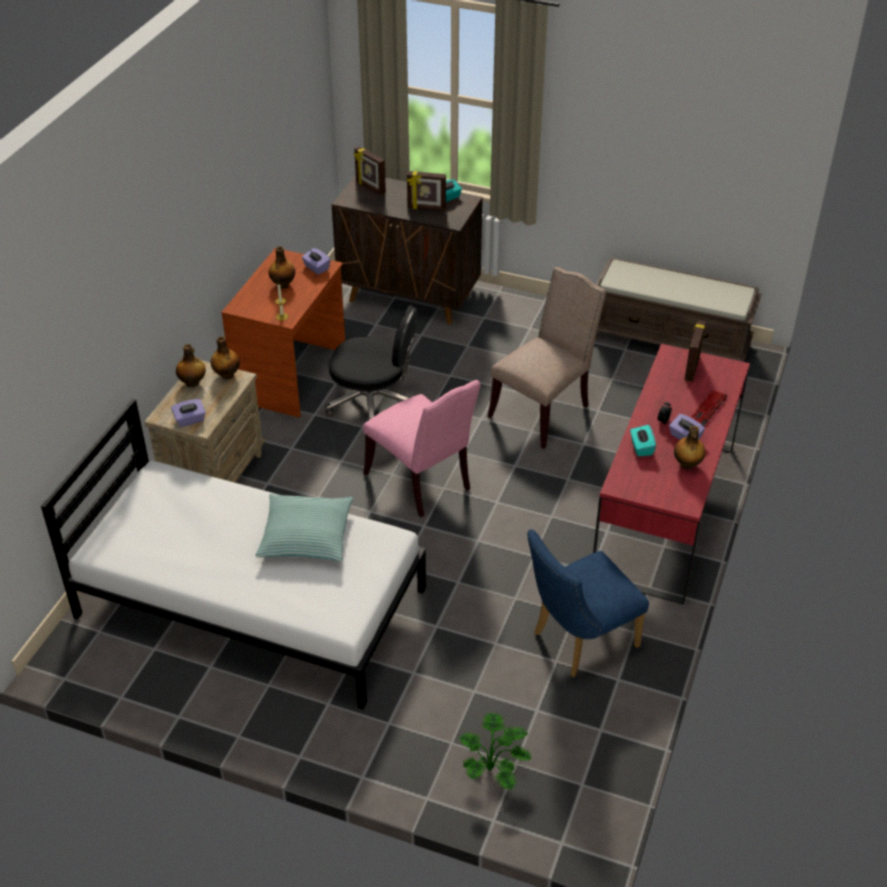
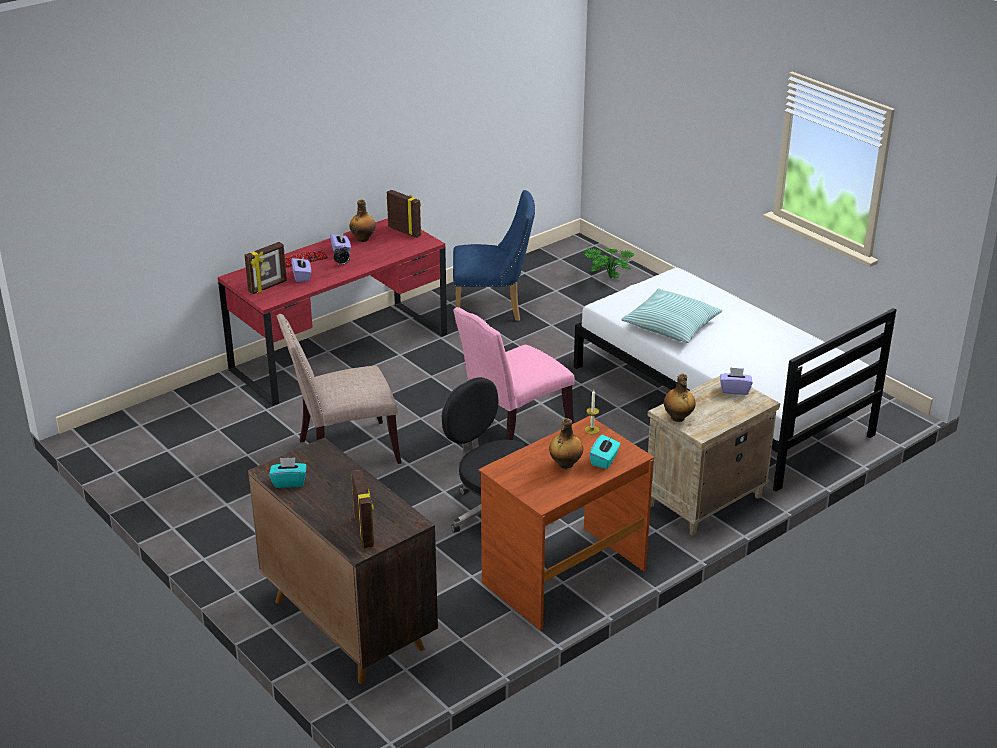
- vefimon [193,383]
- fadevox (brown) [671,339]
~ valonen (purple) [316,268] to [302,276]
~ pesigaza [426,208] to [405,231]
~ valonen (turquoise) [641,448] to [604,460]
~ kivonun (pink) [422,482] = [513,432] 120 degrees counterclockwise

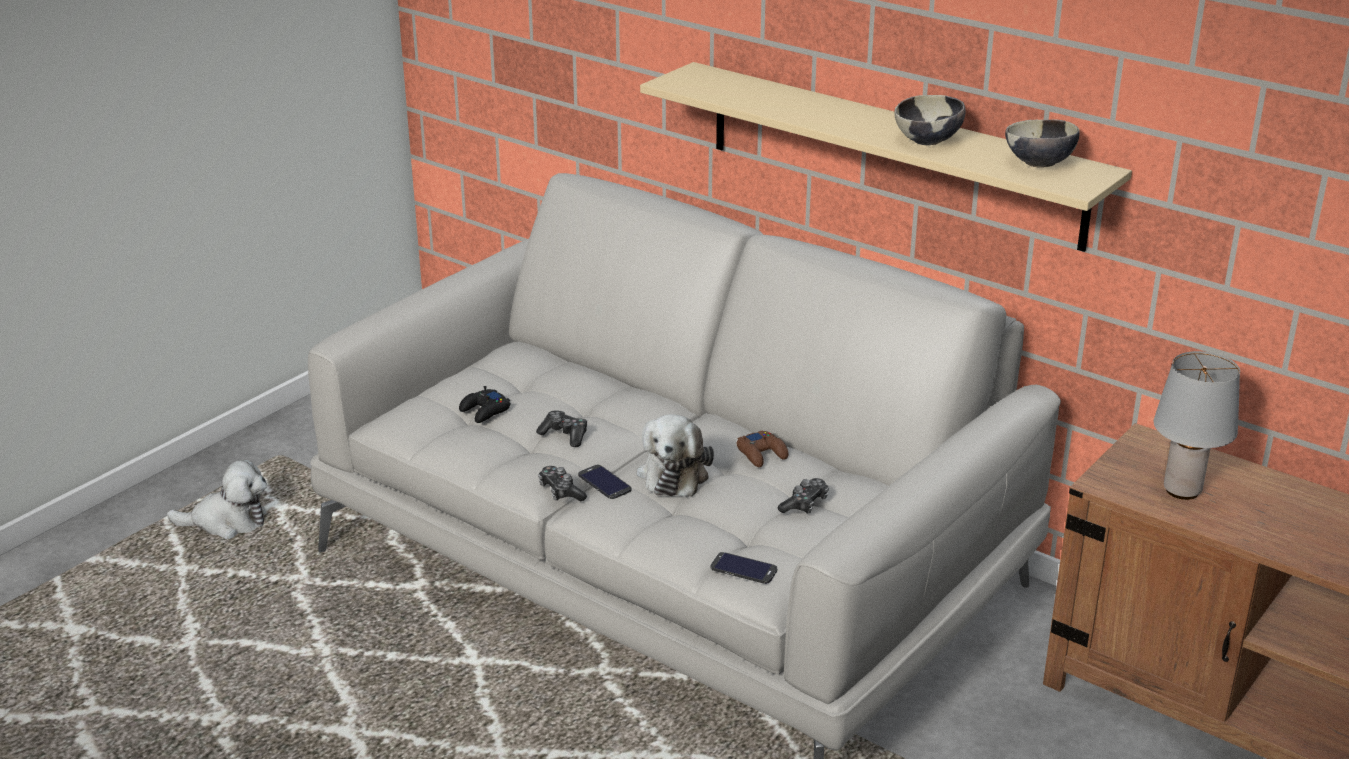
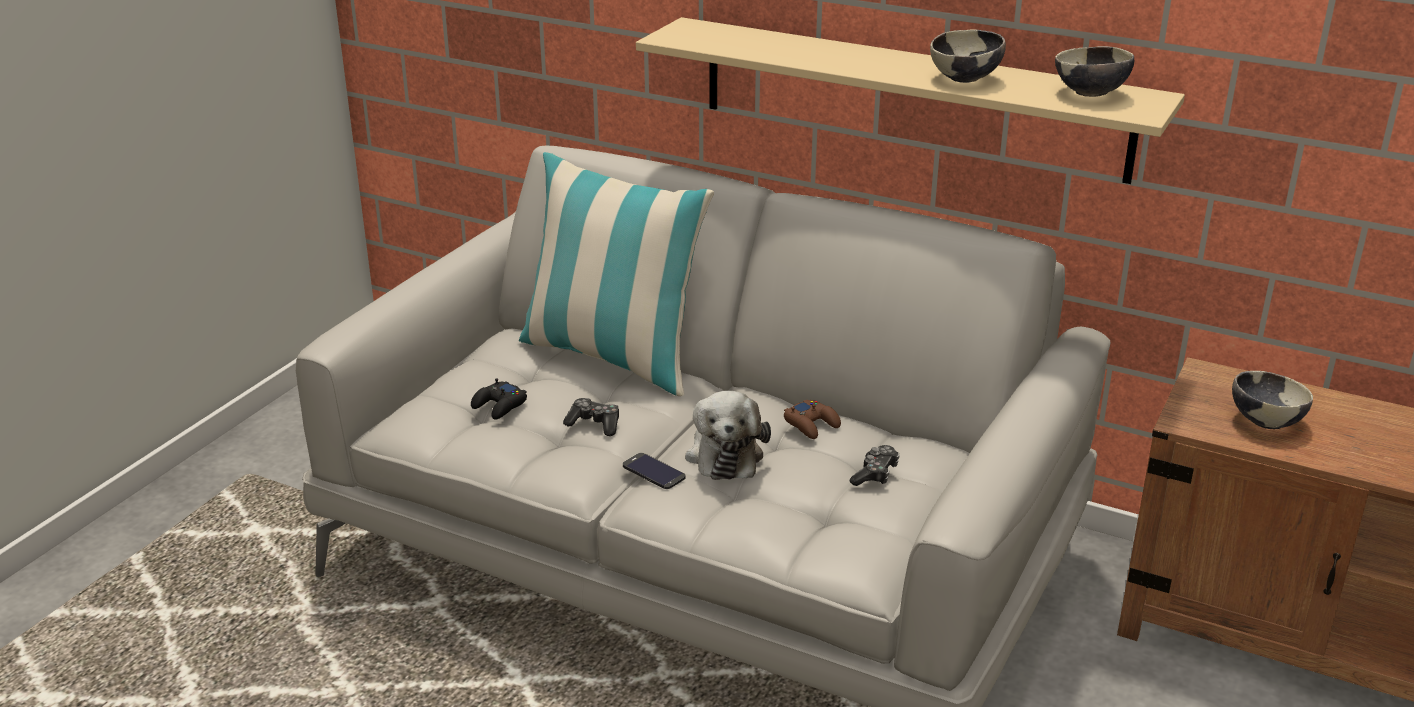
- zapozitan [227,522]
- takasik [561,492]
- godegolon [743,569]
+ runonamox [613,356]
~ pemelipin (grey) [1182,490] to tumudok [1264,421]

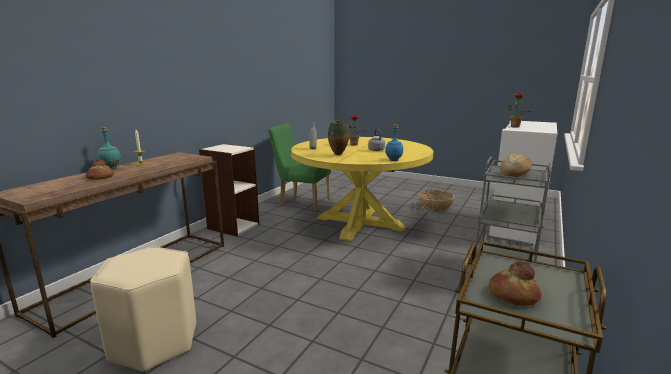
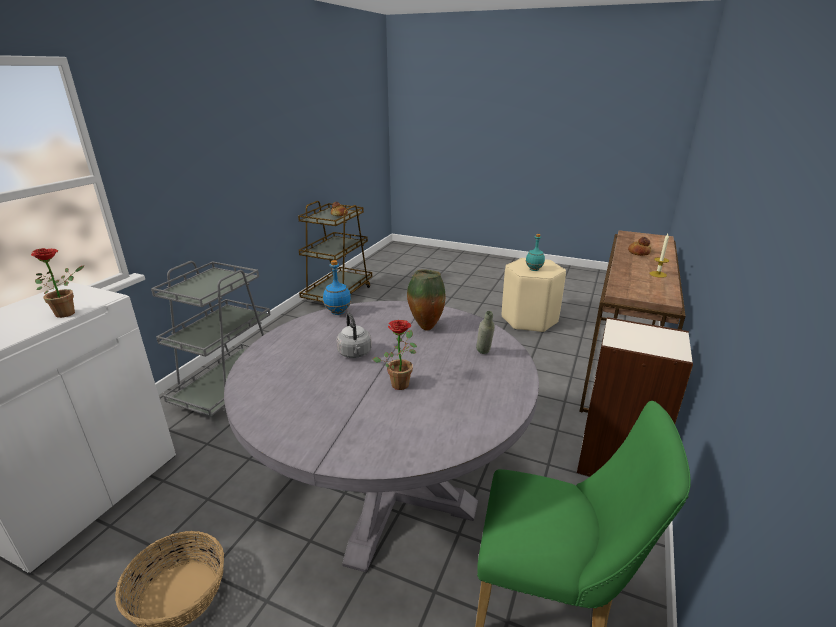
- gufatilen [514,174]
~ vefimon (turquoise) [111,168] to [533,270]
~ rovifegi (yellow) [359,223] to rovifegi (grey) [389,491]

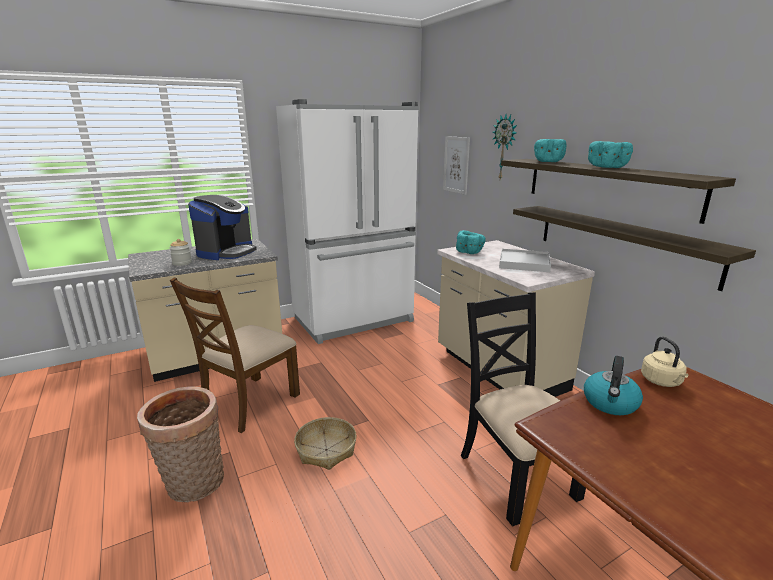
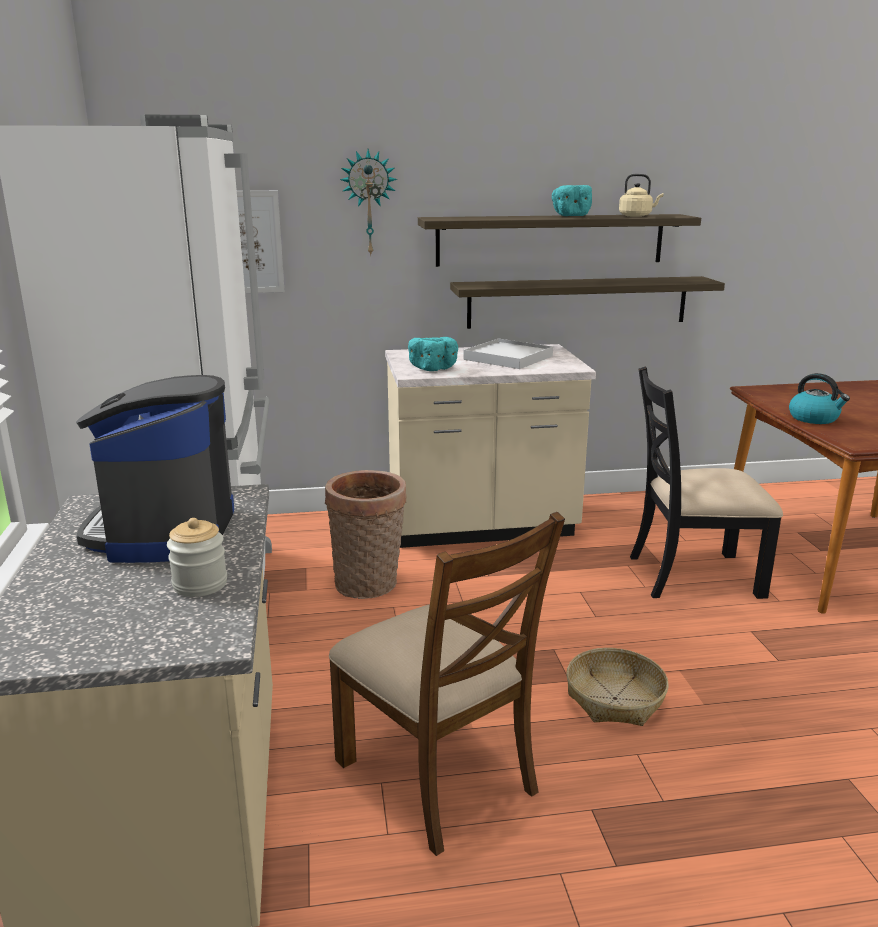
- tumudok (turquoise) [547,162]
~ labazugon [193,485] to [369,585]
~ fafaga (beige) [662,382] to [637,216]
~ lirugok [227,252] = [164,530] 135 degrees counterclockwise

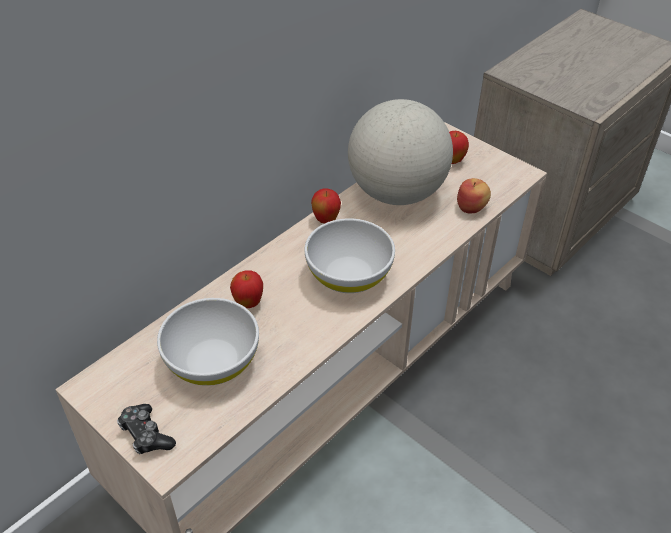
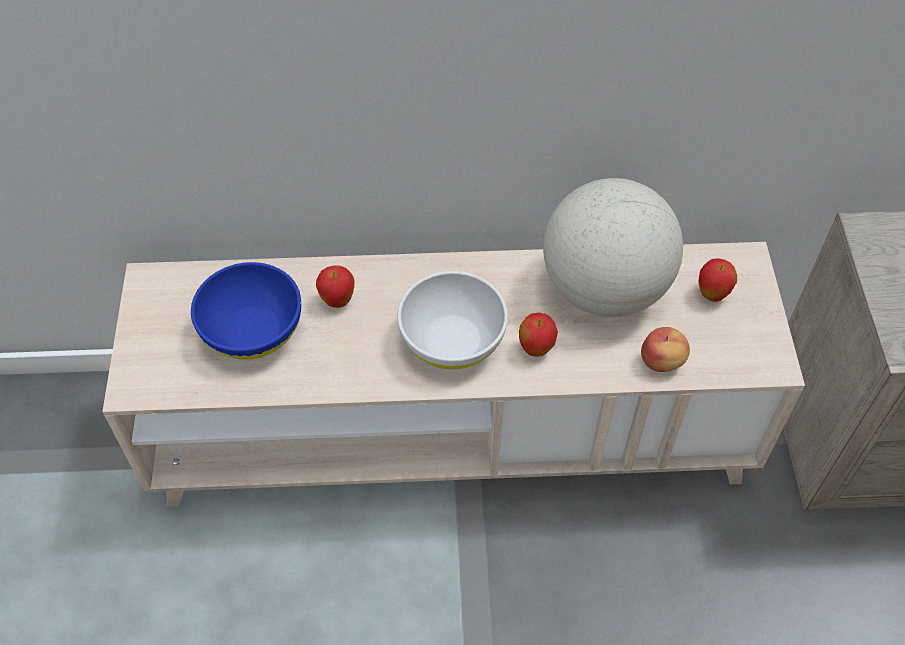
- takasik [146,435]
~ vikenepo [326,220] to [536,349]
~ tumudok (white) [212,361] to tumudok (blue) [252,330]

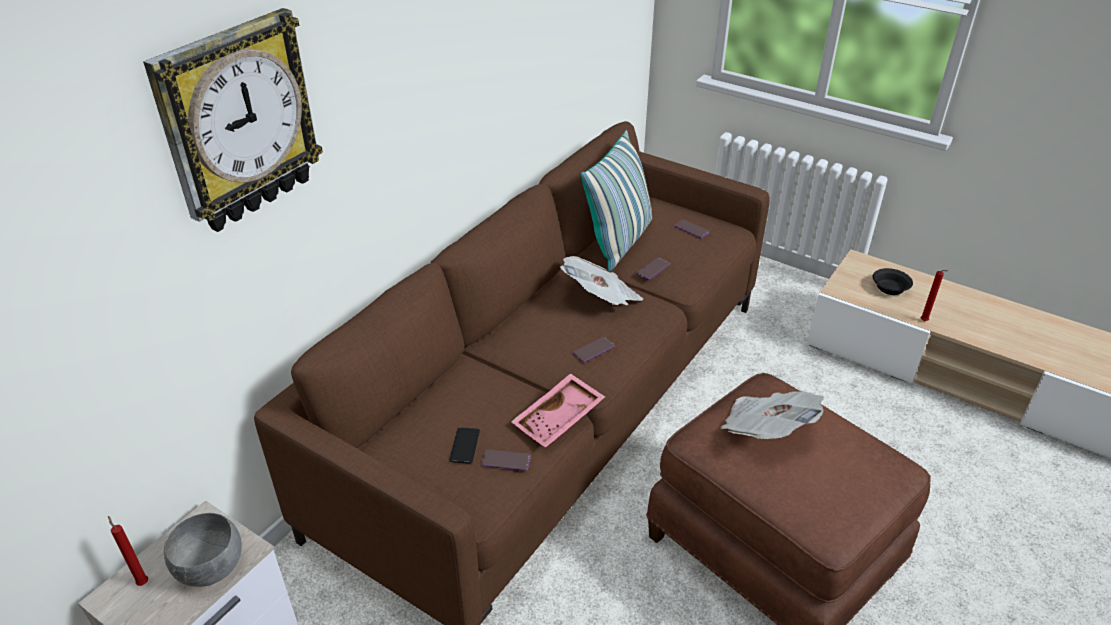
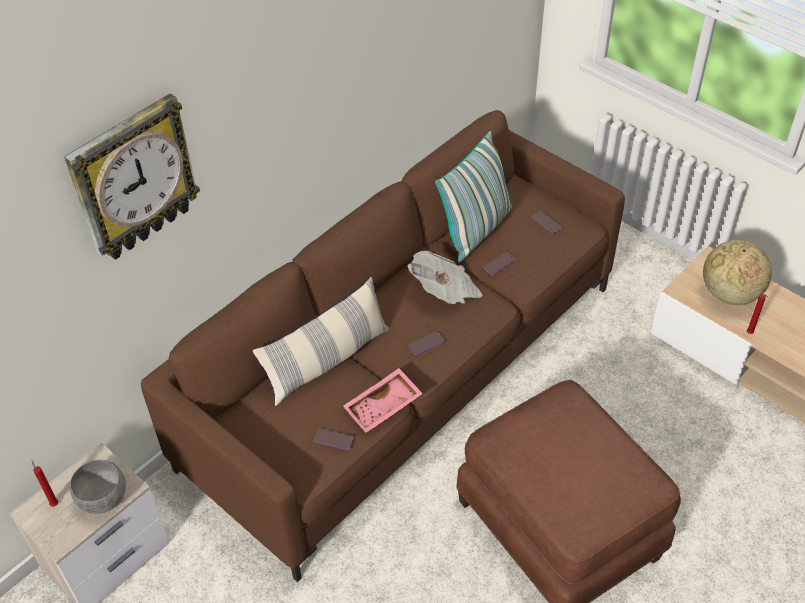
- godegolon [464,446]
- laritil [766,430]
+ runonamox [327,361]
~ tumudok (black) [889,288] to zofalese [729,294]

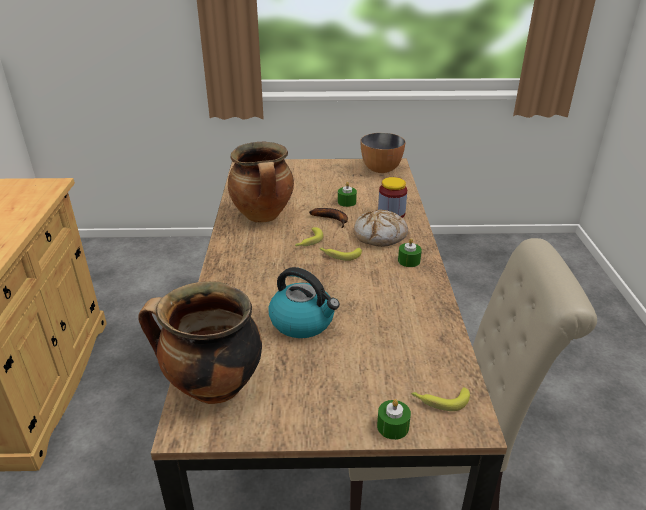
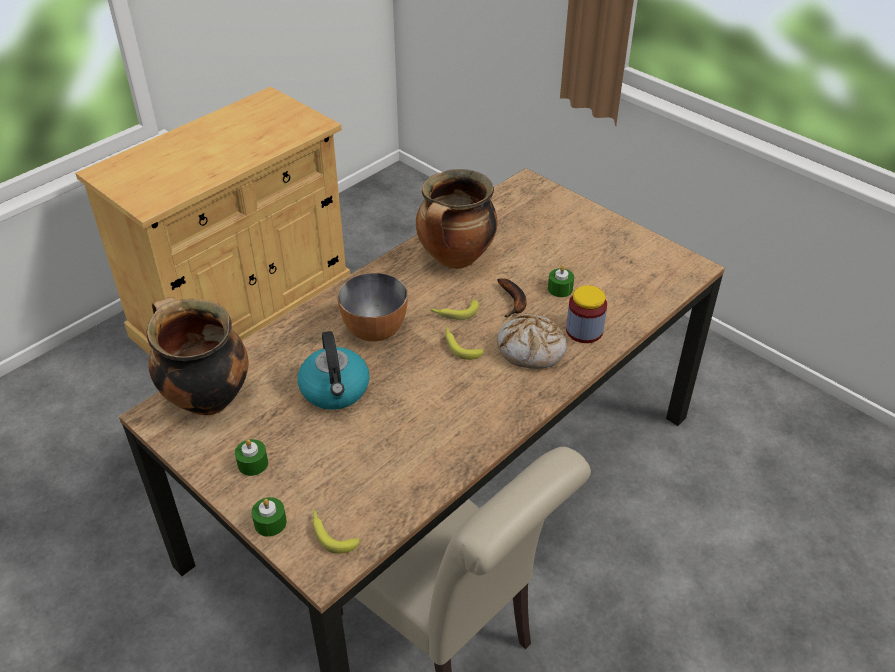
~ tumudok [381,169] to [375,331]
~ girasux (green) [409,261] to [253,463]

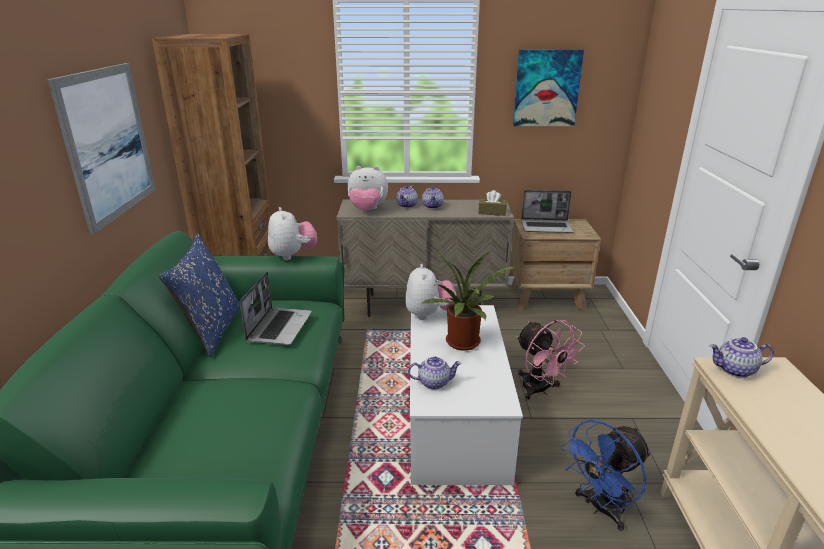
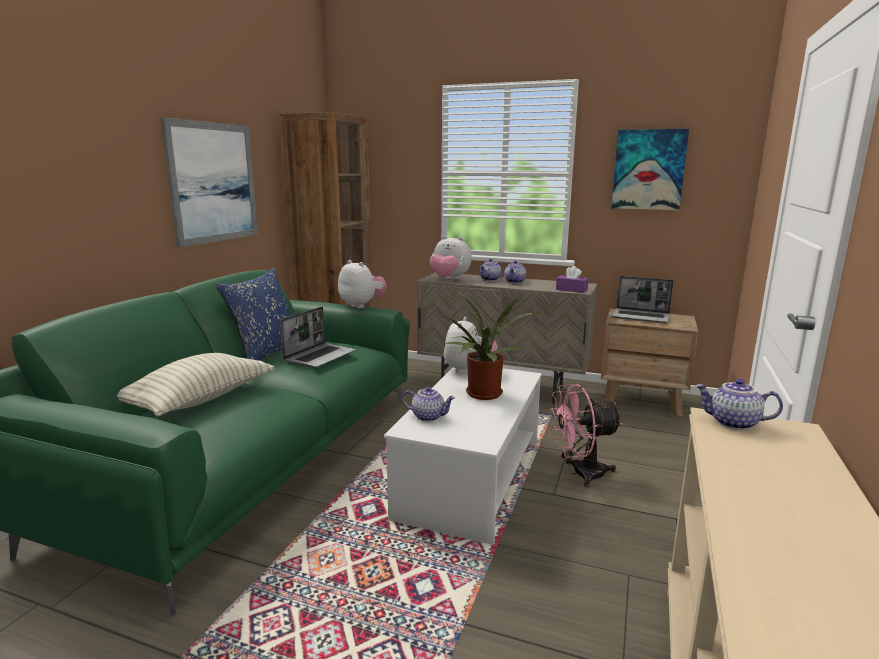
- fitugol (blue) [601,508]
+ runonamox [199,400]
~ valonen (brown) [492,212] to valonen (purple) [571,290]
~ zapozitan [293,255] = [362,305] 45 degrees counterclockwise
~ fitugol (pink) [540,390] = [580,473] 90 degrees clockwise

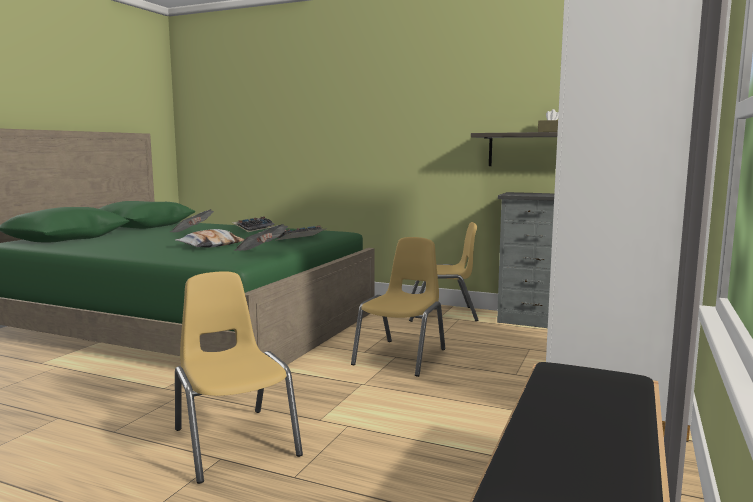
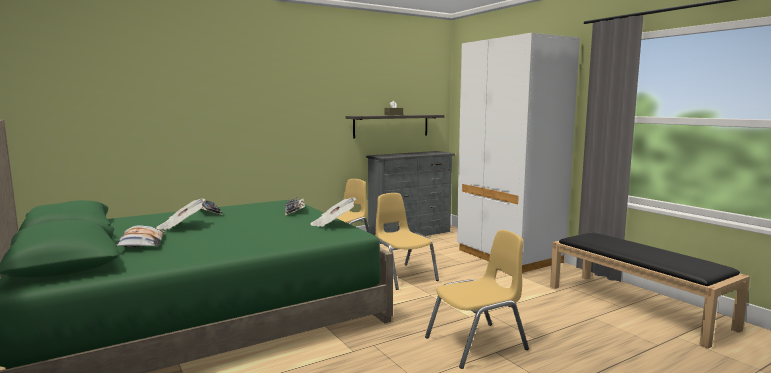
~ runonamox [211,245] to [141,243]
~ kivonun (yellow) [234,442] = [477,344] 150 degrees clockwise

